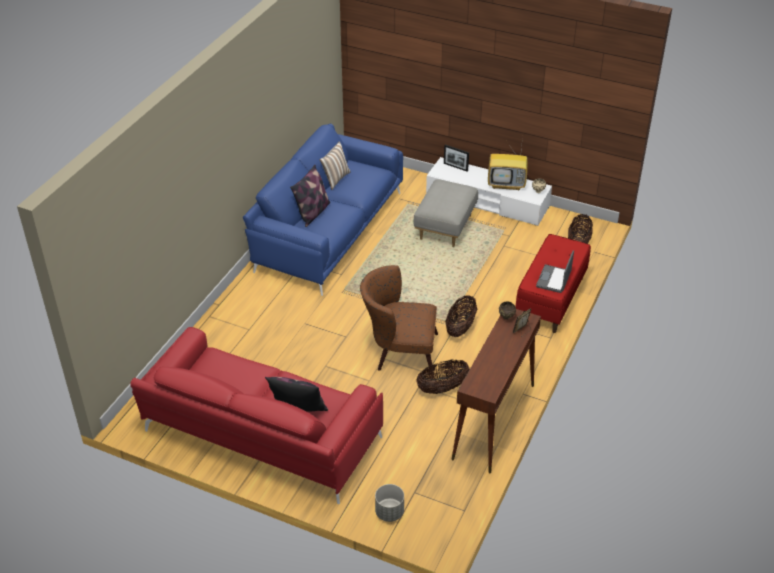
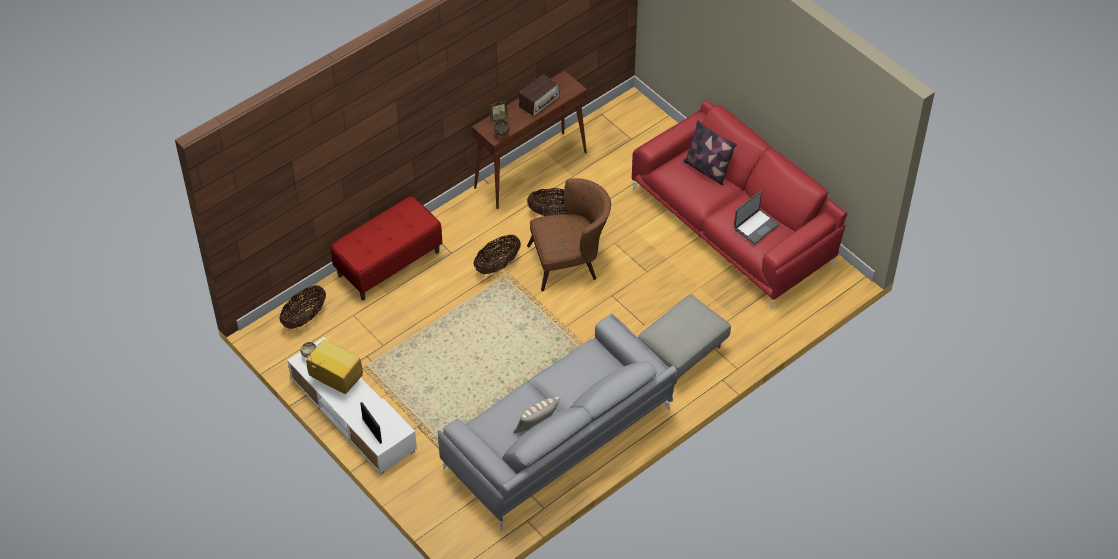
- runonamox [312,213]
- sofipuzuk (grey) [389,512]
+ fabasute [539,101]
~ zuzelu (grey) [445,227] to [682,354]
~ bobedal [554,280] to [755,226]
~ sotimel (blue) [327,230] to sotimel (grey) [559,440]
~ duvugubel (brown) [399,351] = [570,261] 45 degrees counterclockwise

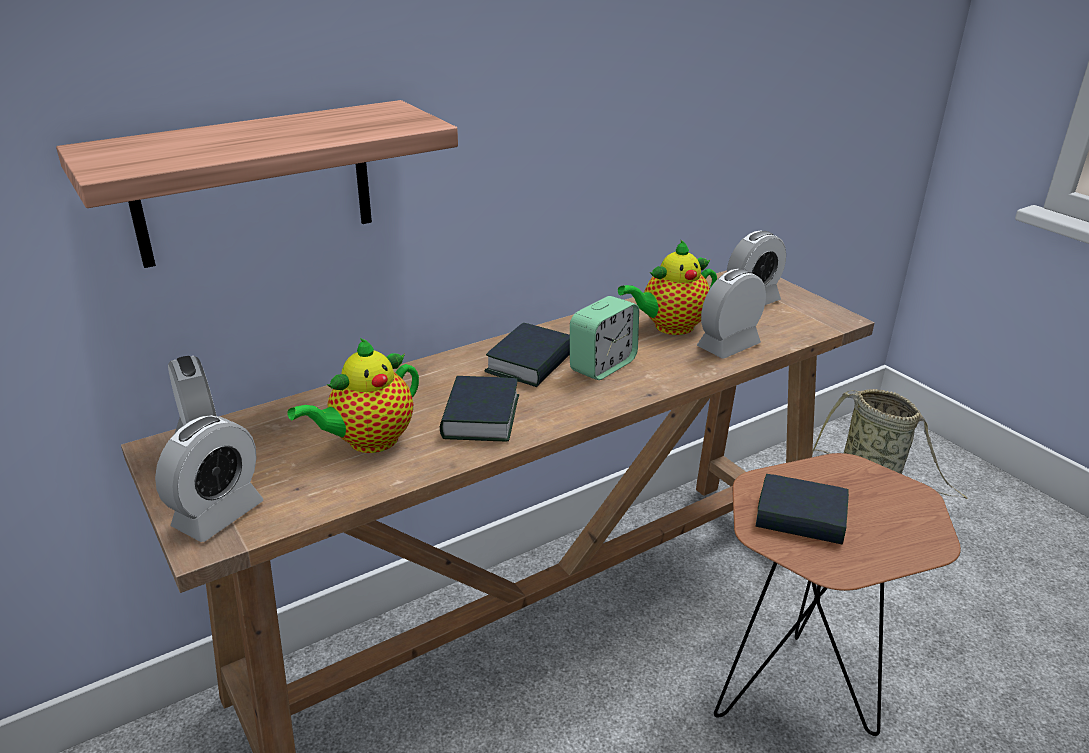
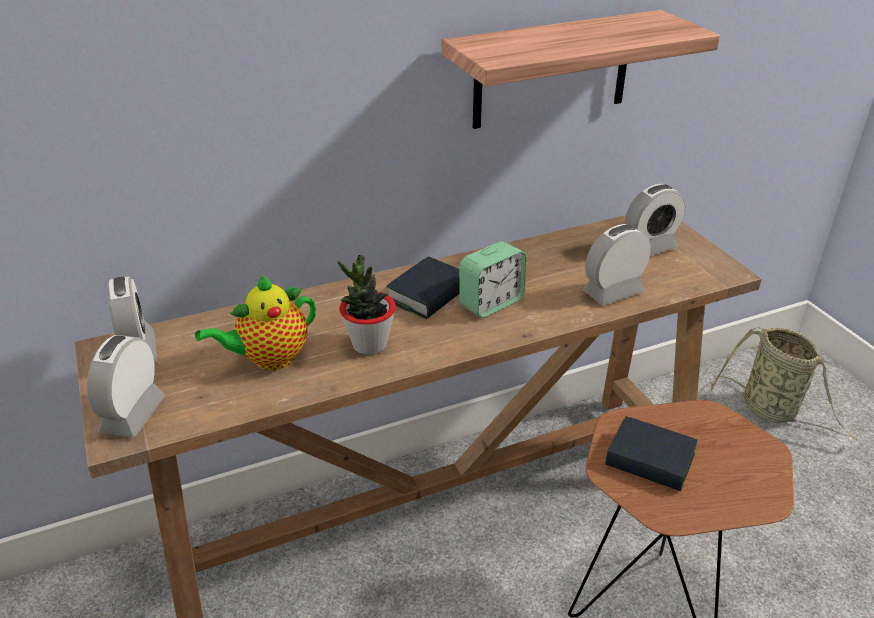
- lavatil [670,327]
~ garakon [254,183] to [552,70]
~ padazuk [480,417] to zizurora [369,344]
~ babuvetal [218,515] = [133,414] 150 degrees clockwise

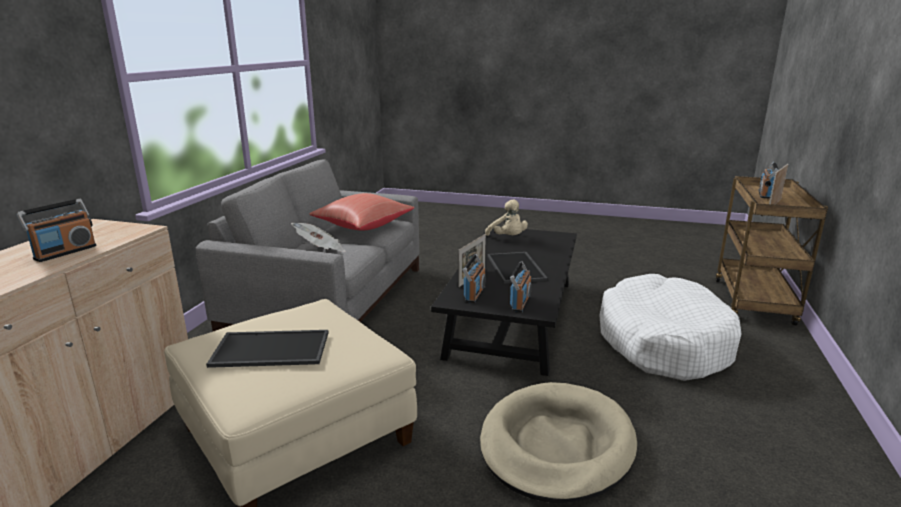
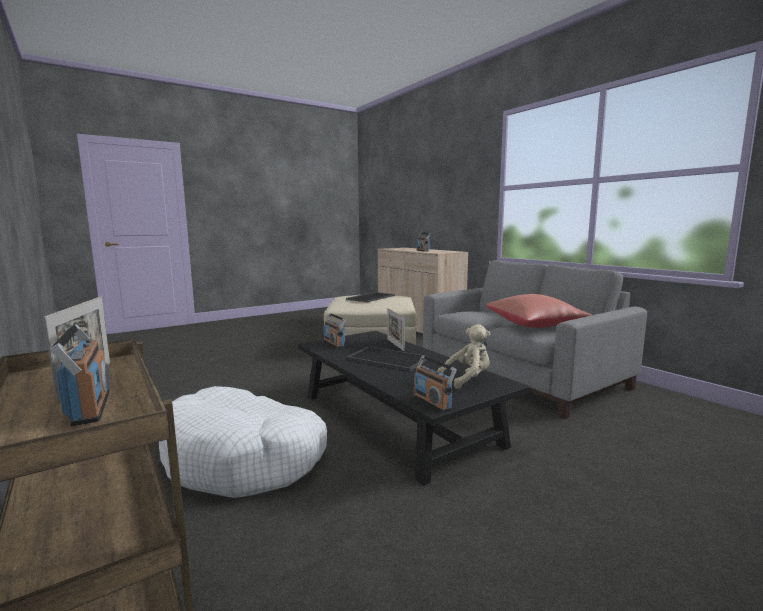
- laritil [320,250]
- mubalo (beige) [556,445]
~ fabasute [474,294] to [432,402]
~ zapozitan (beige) [508,238] = [467,379] 150 degrees clockwise

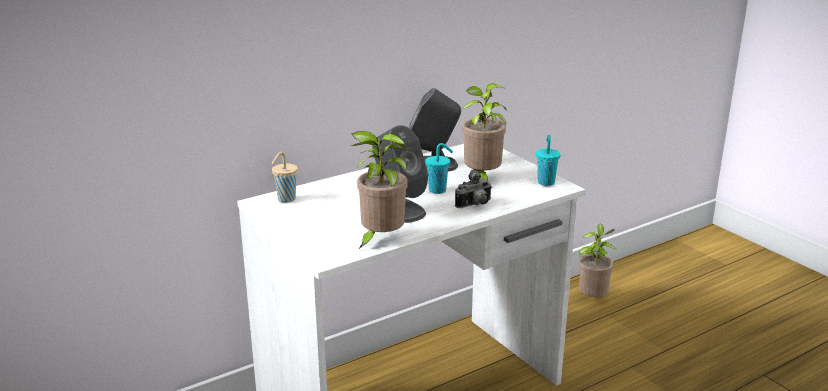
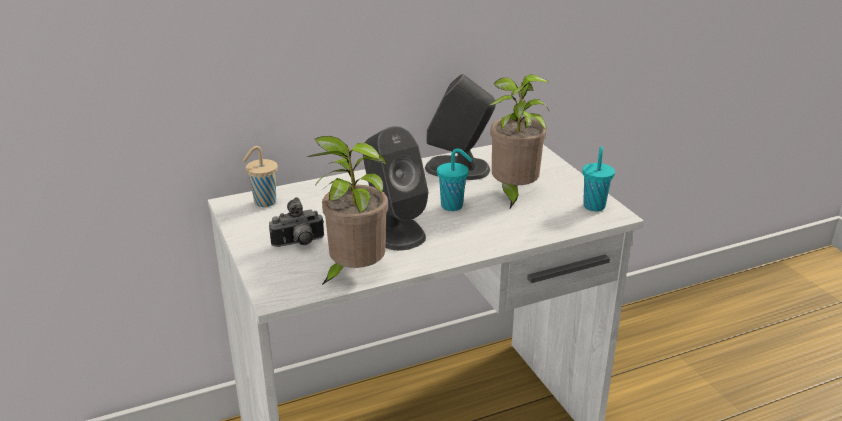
- zizurora [592,299]
~ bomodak [475,205] to [299,244]

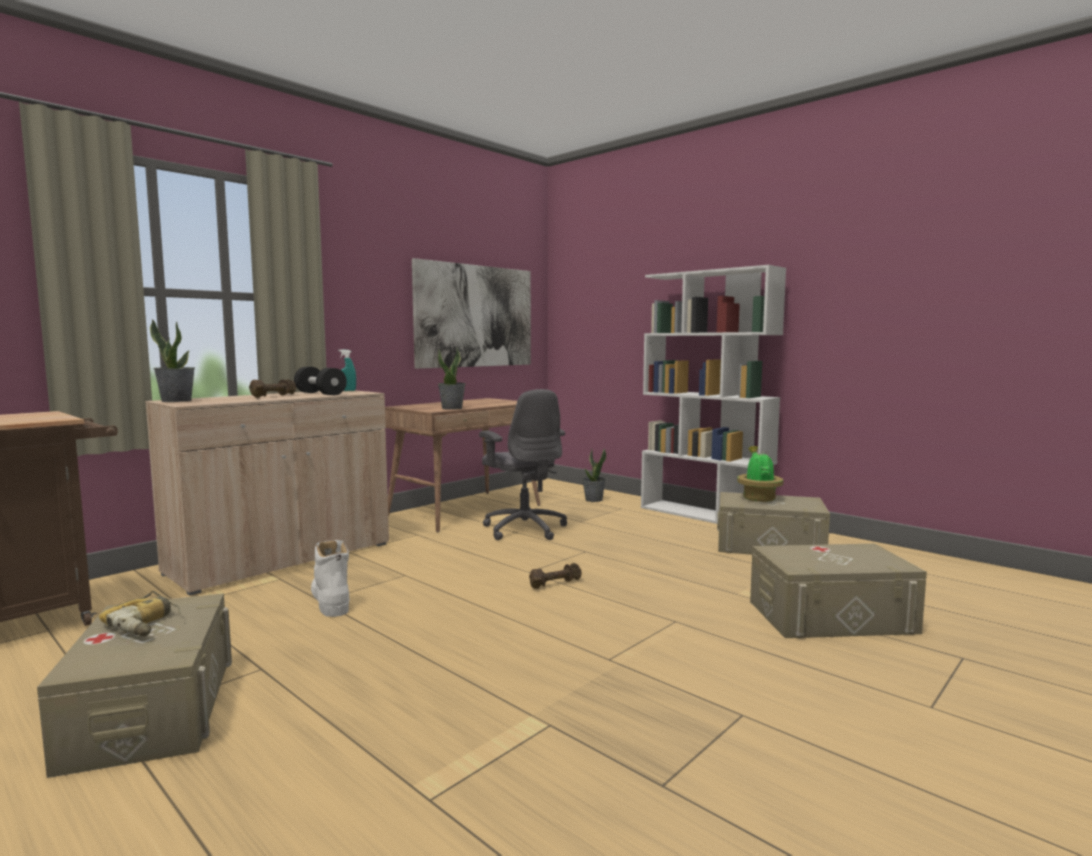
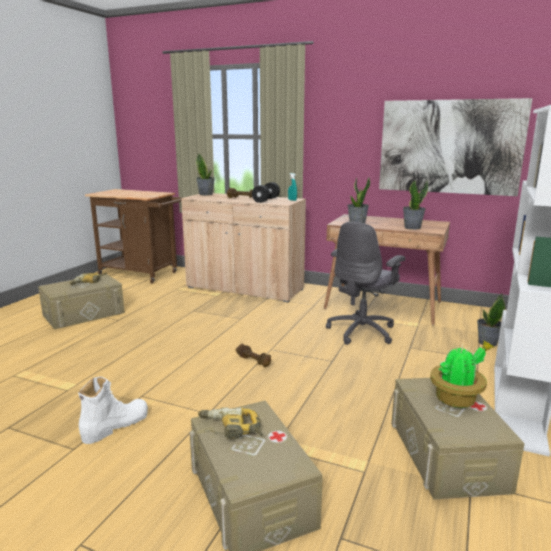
+ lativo [229,429]
+ zizurora [412,228]
~ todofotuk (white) [330,601] to [115,426]

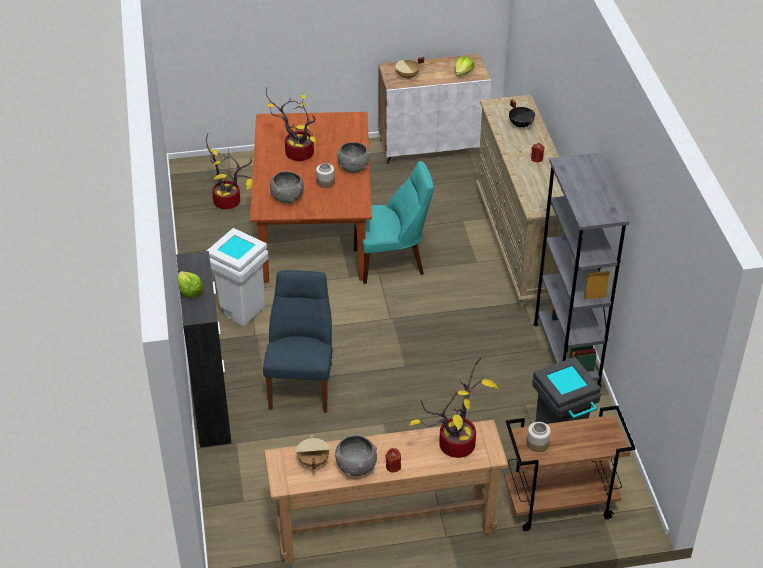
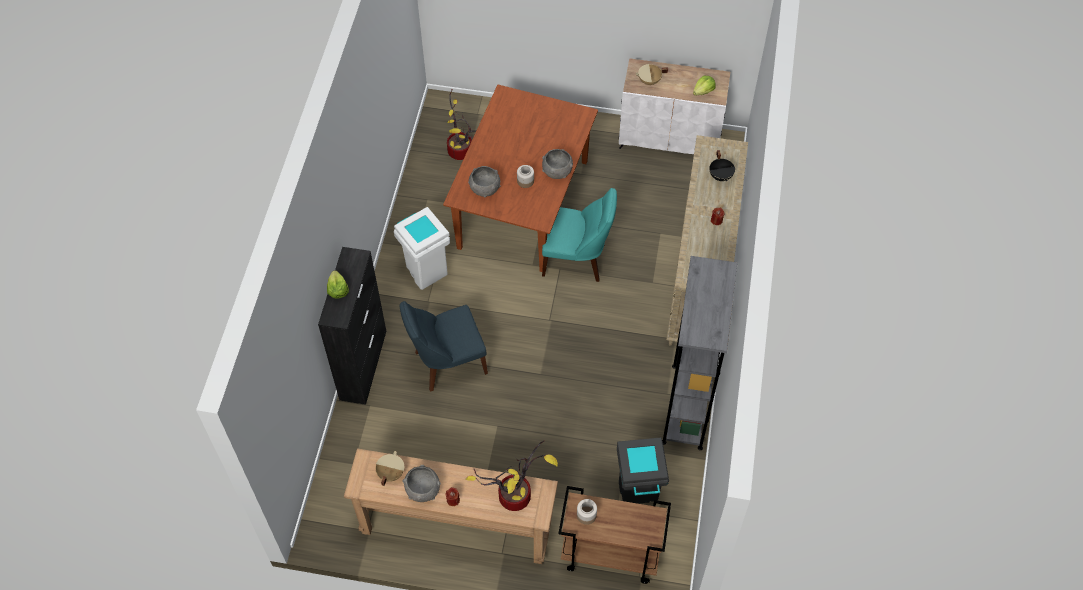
- zizurora [296,153]
~ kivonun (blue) [302,383] = [447,363] 135 degrees counterclockwise

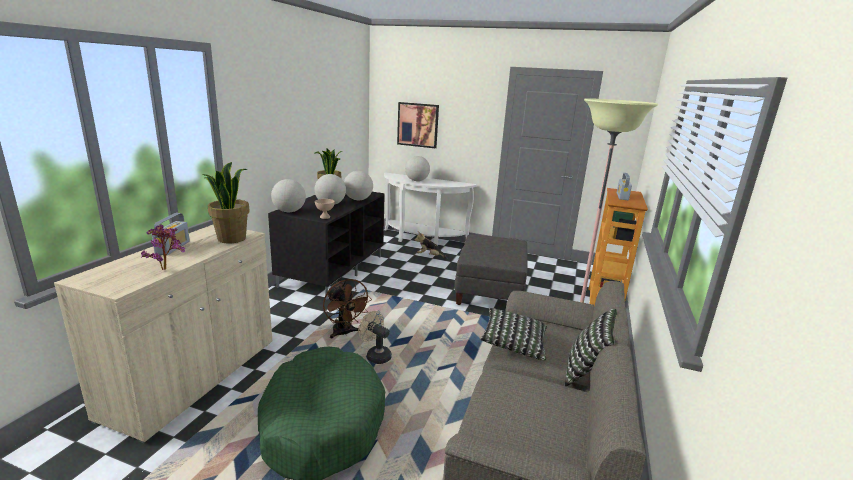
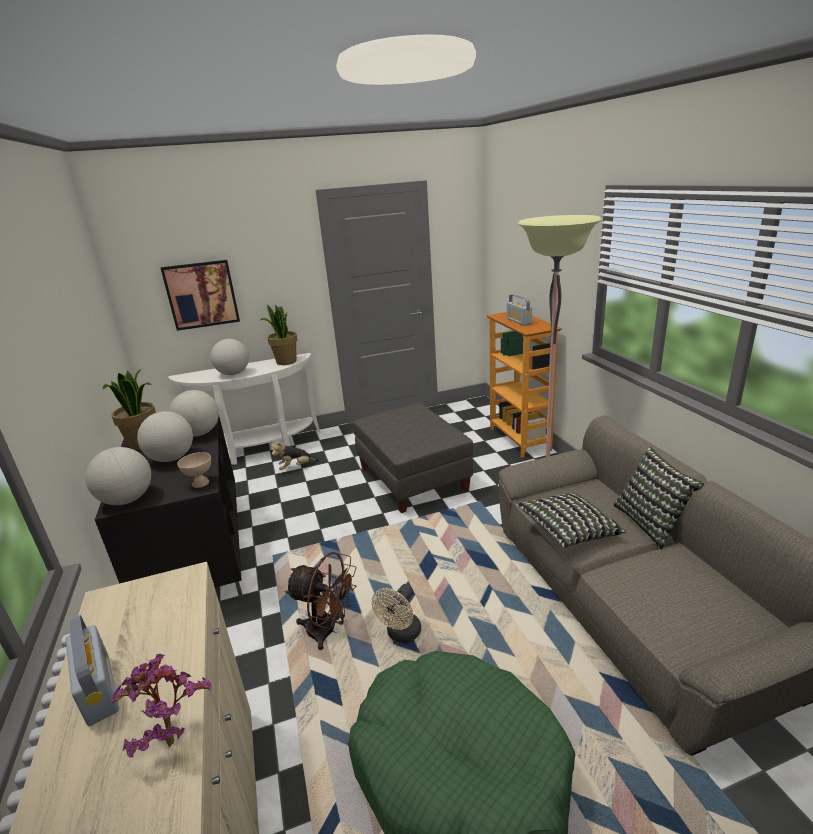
~ zizurora [231,238] to [286,361]
~ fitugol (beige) [375,355] = [401,634] 60 degrees counterclockwise

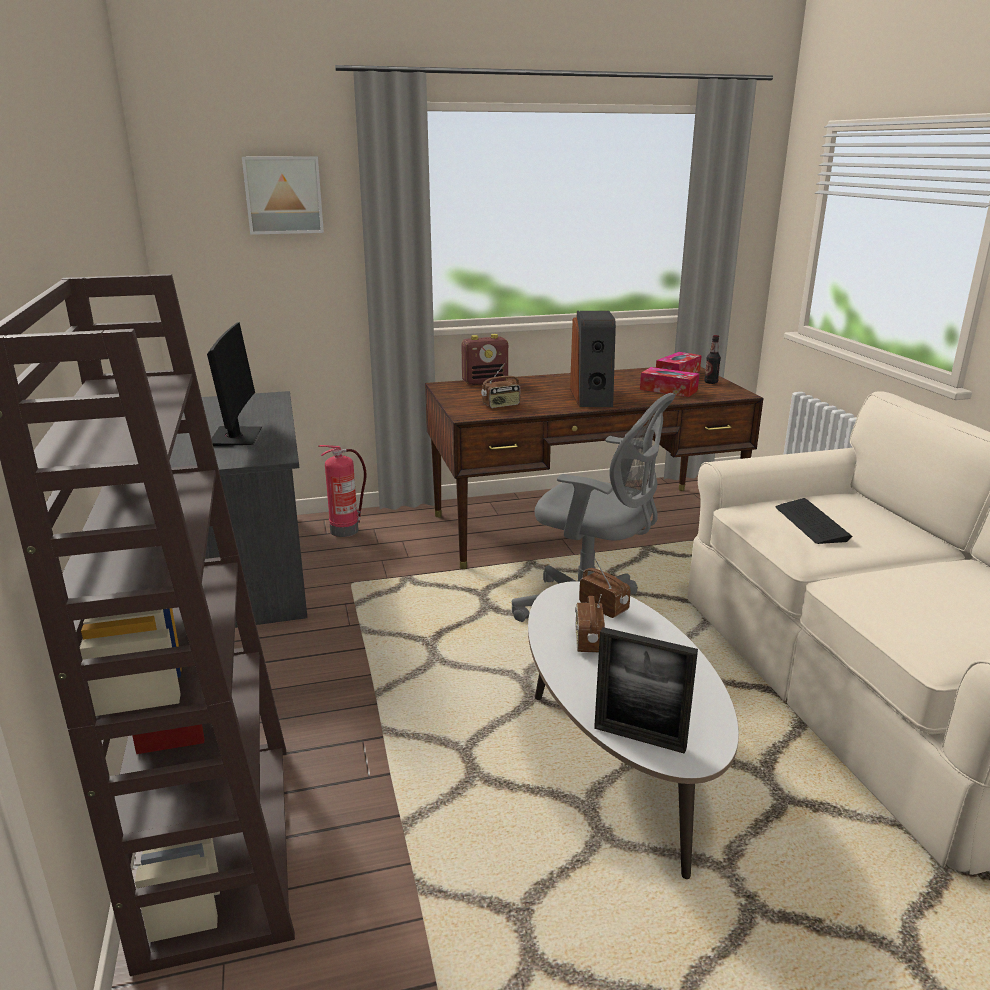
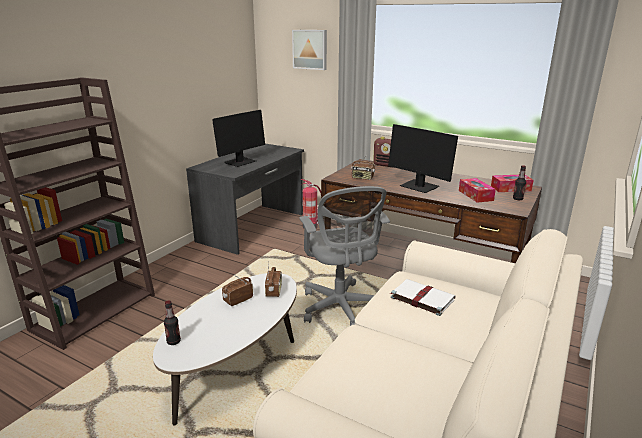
~ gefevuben [592,397] to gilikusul [419,187]
~ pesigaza [639,738] to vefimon [173,341]
~ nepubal [811,523] to padazuk (white) [421,298]

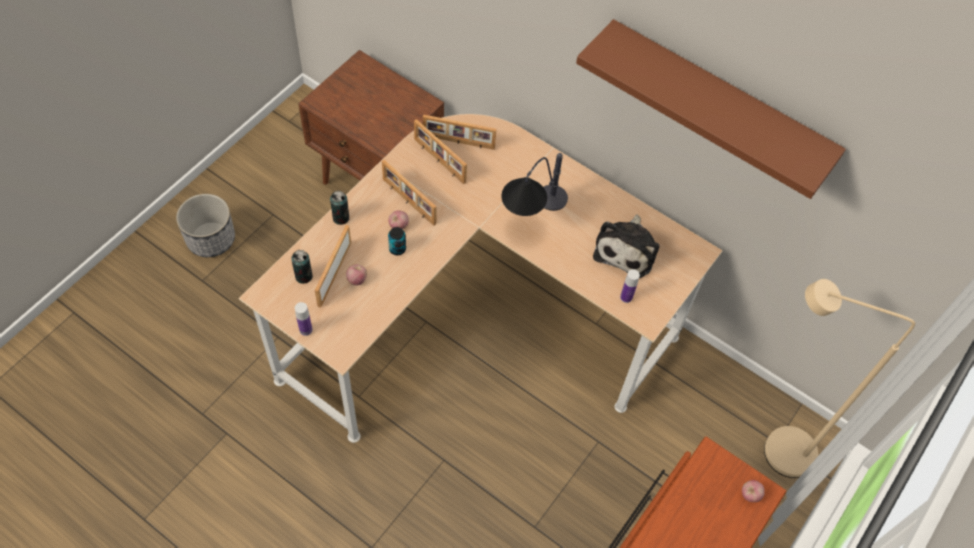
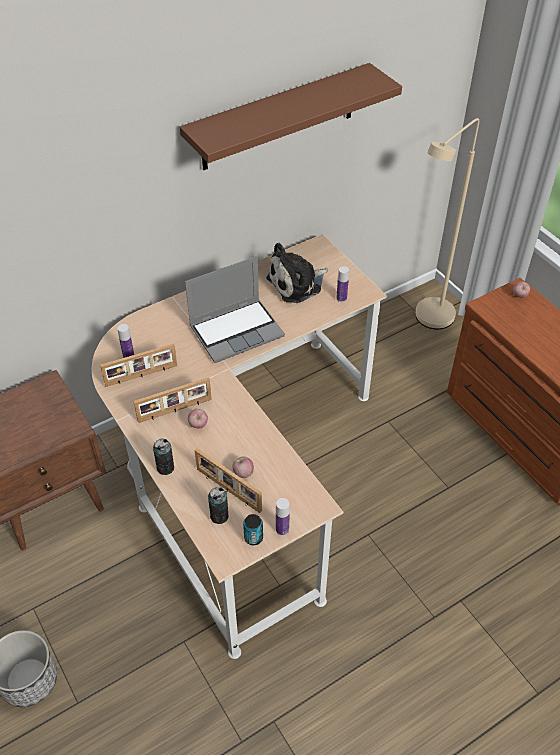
~ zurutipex [397,249] to [253,538]
~ pesigaza [458,142] to vefimon [128,356]
~ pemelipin [532,217] to bobedal [237,330]
~ zapozitan [627,249] = [297,284] 105 degrees clockwise

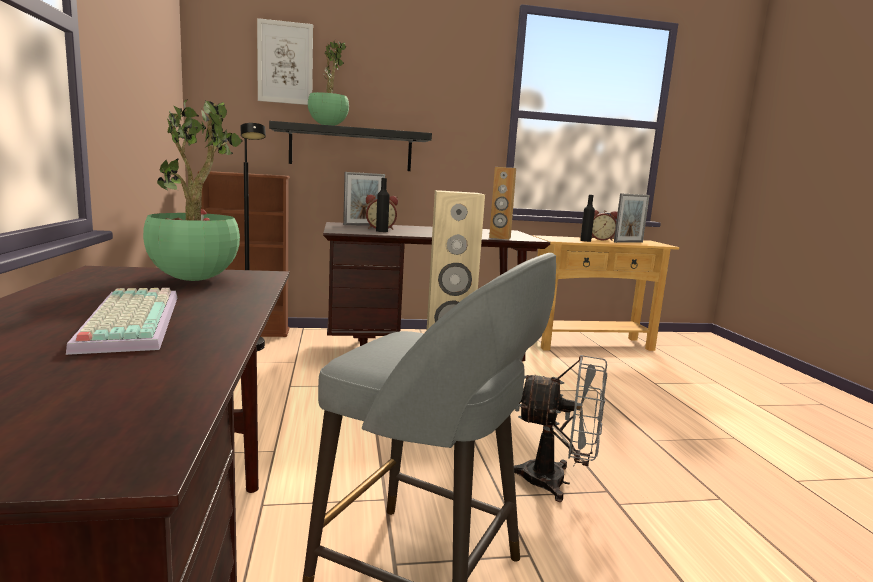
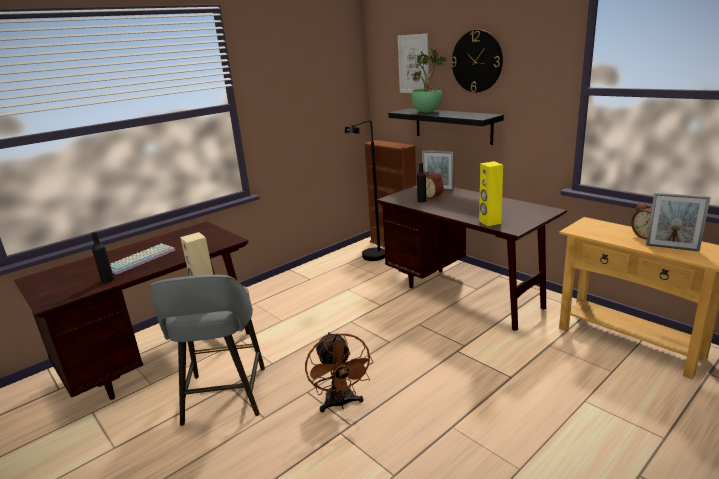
- zizurora [195,279]
+ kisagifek [477,61]
~ vefimon (black) [585,240] to [107,280]
~ gefevuben (brown) [500,238] to gefevuben (yellow) [489,222]
~ fitugol (grey) [555,482] to fitugol (brown) [341,404]

